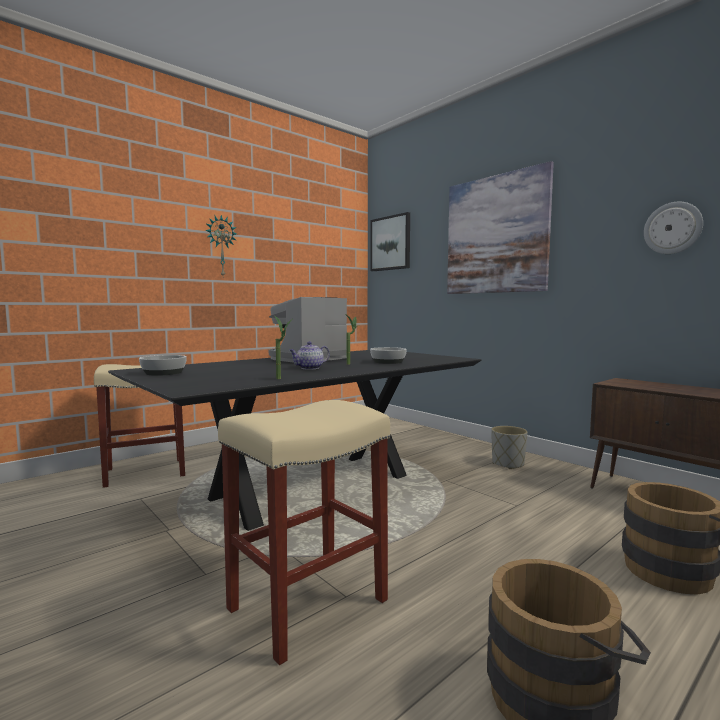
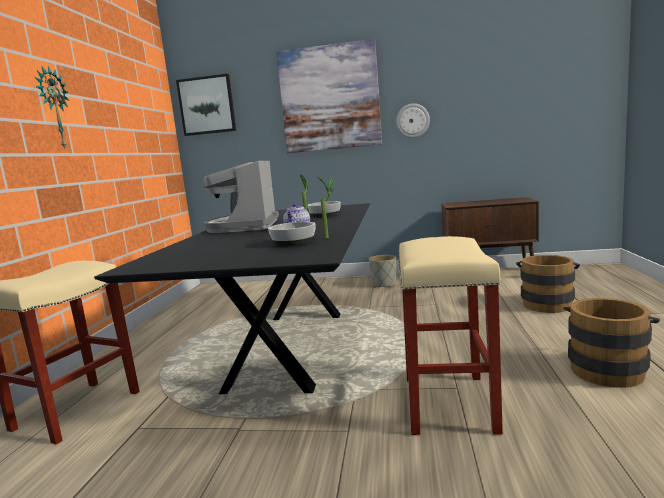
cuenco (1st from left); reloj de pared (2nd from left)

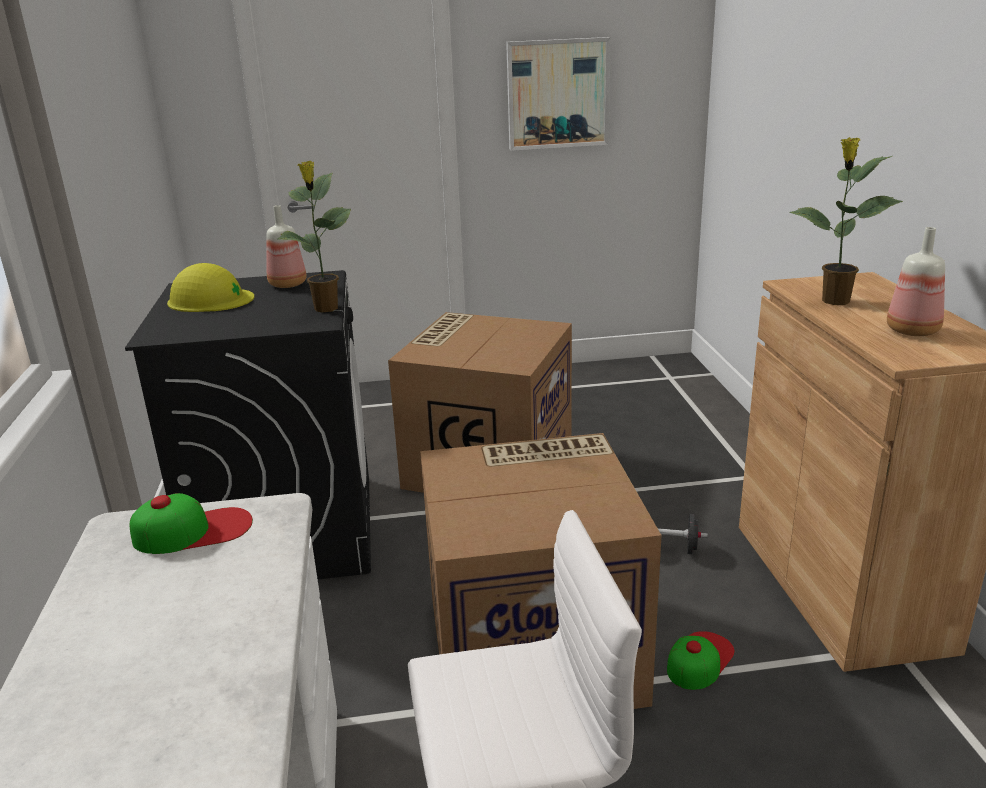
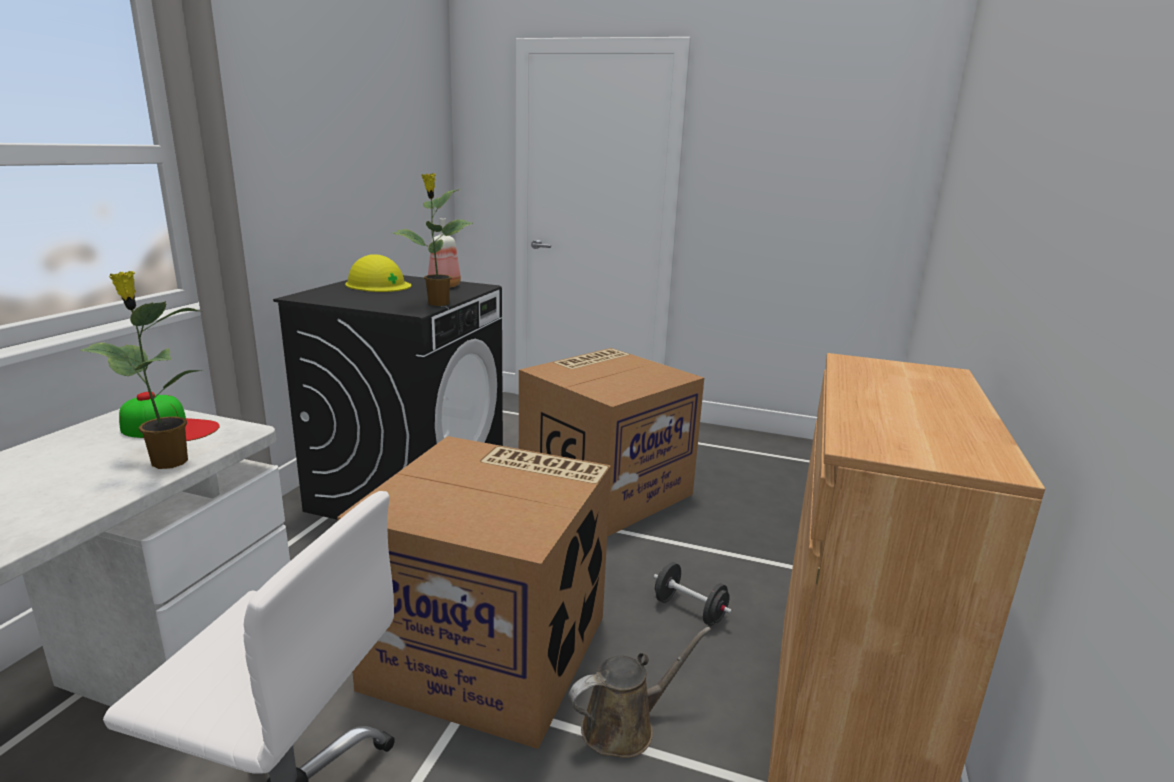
planta en maceta (1st from left); regadera [marrón]; cuadro; botella (2nd from left in the first image)

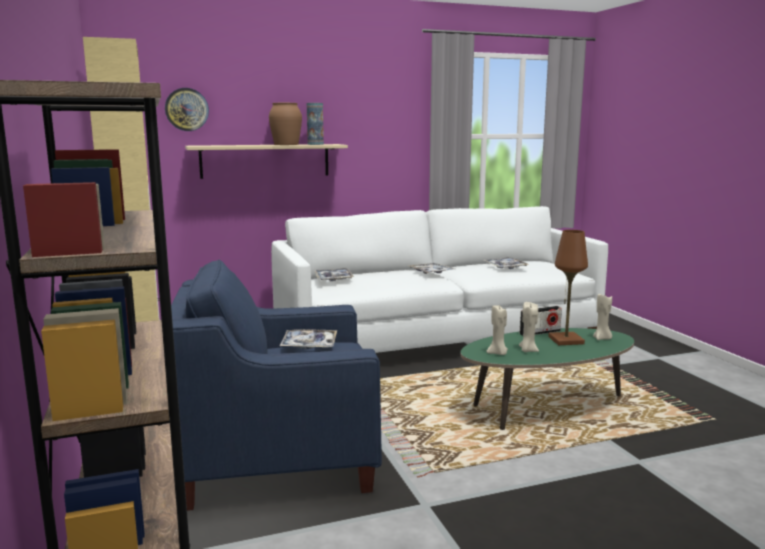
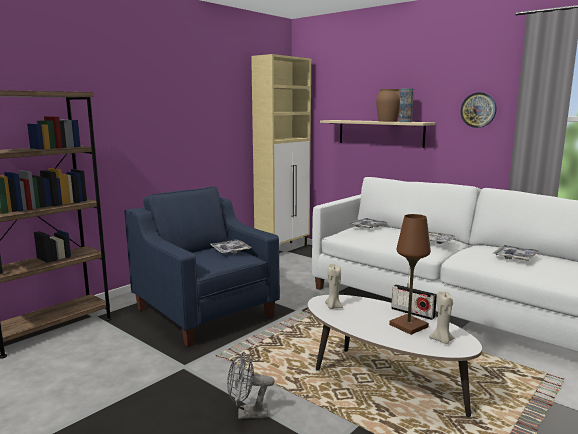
ventilador [gris]; mesa de centro [blanco]; reloj de pared; vela [beis] (2nd from left in the first image)

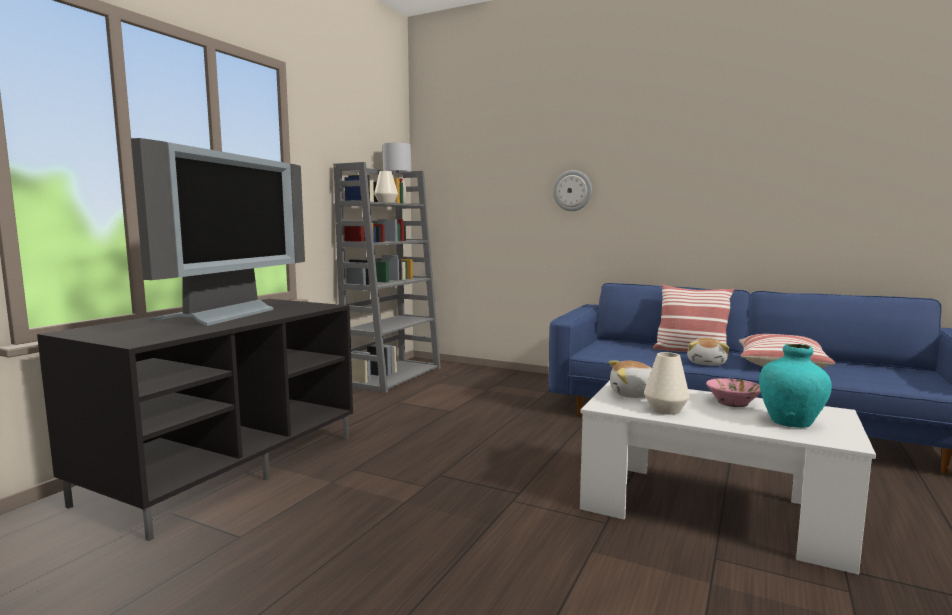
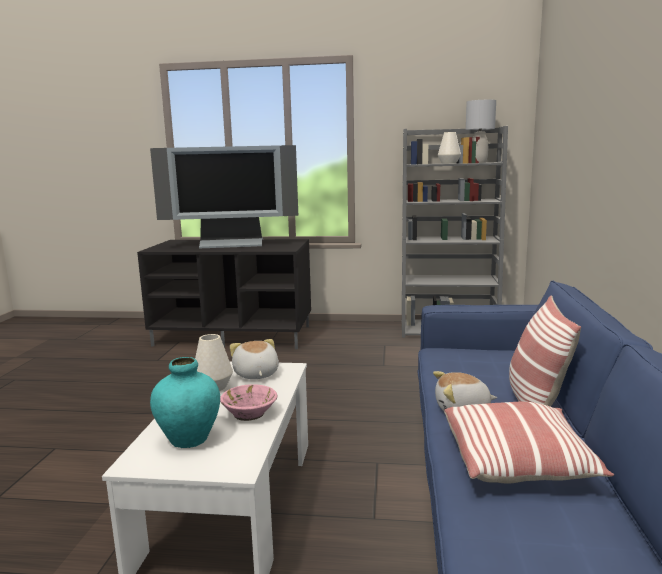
reloj de pared

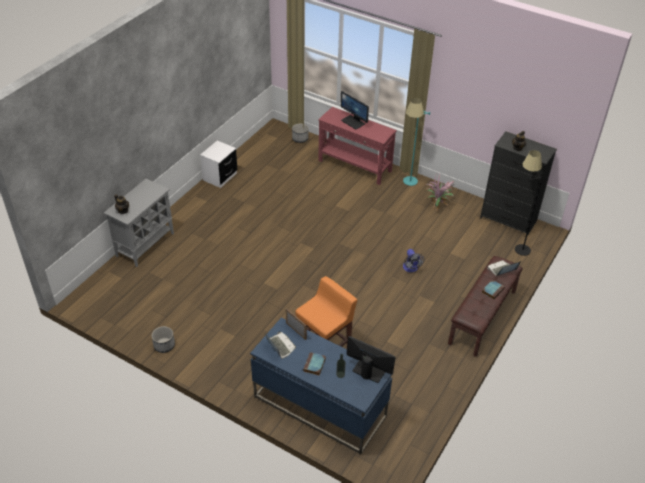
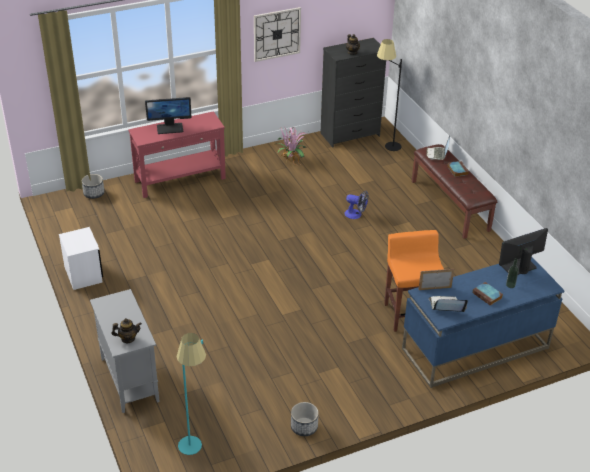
lámpara de pie [turquesa]; reloj de pared

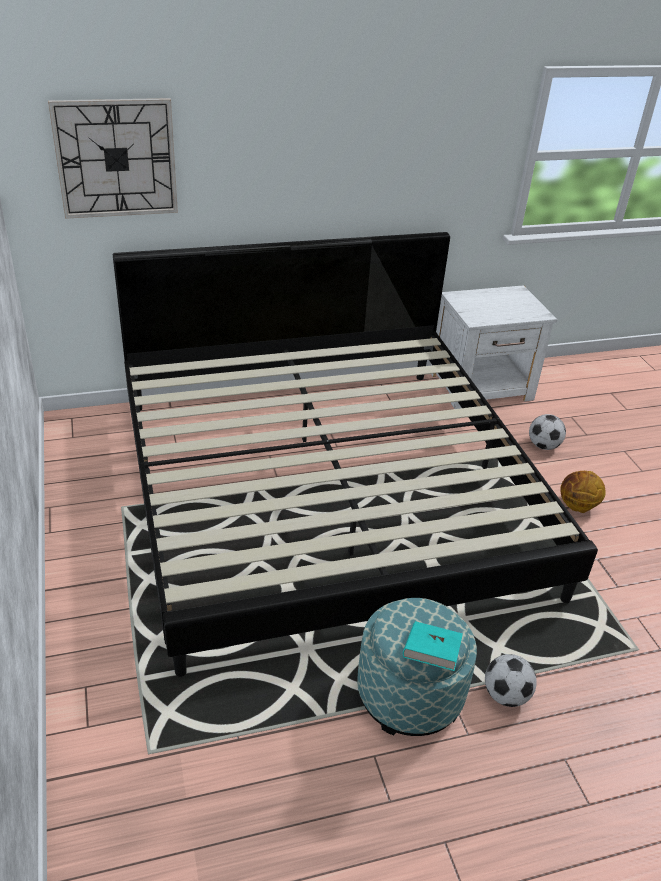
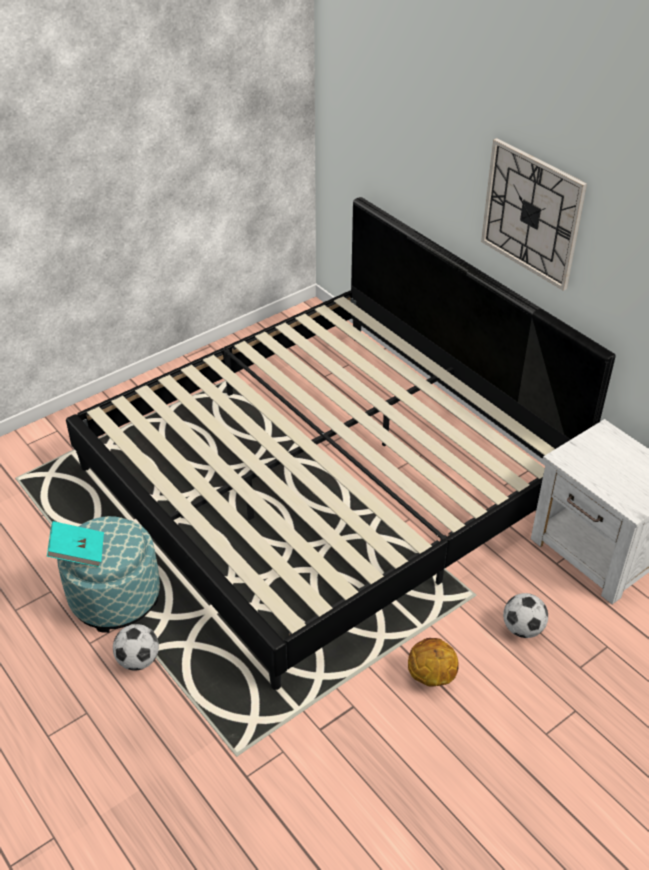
reloj de pared

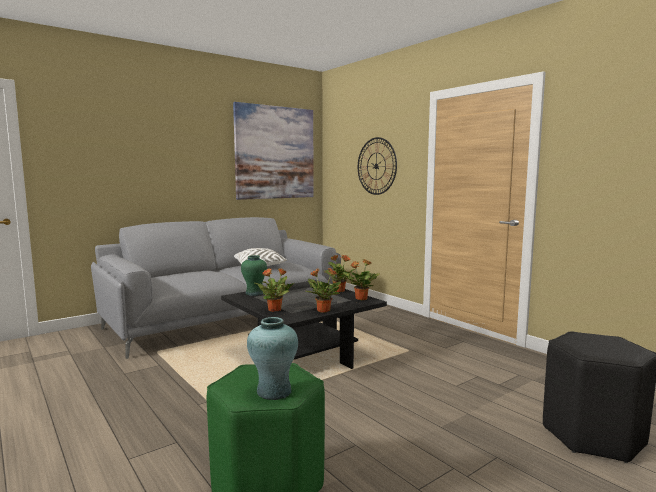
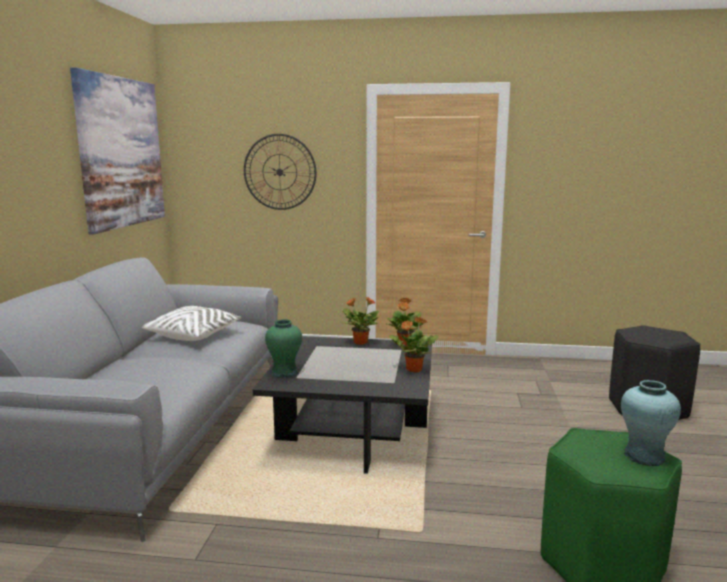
planta en maceta (1st from left in the first image)

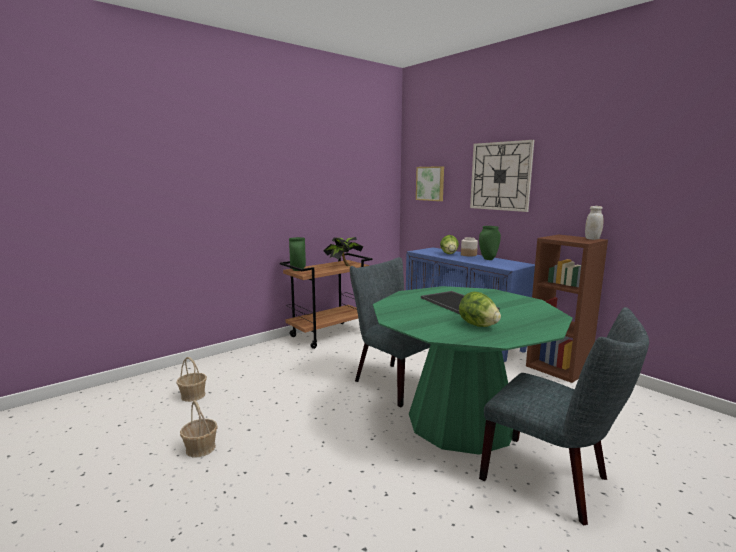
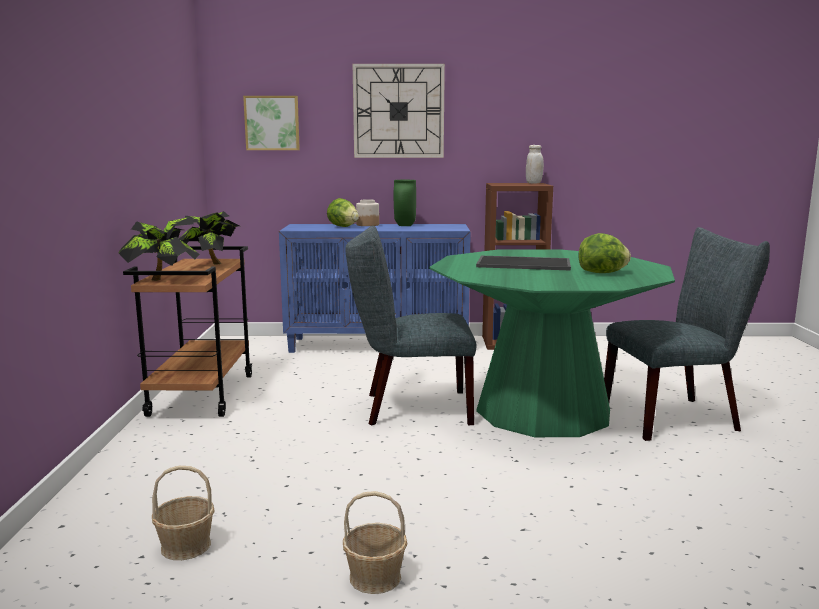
planta en maceta (1st from left)

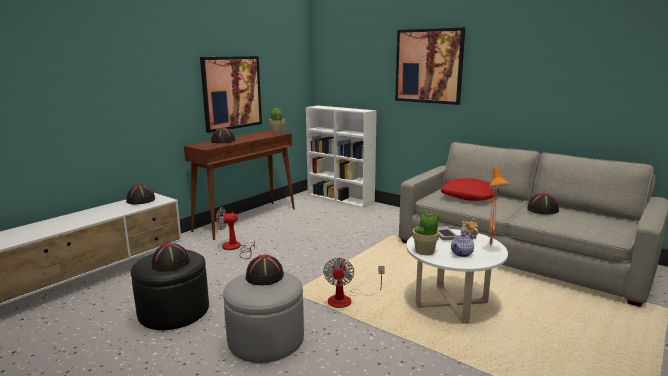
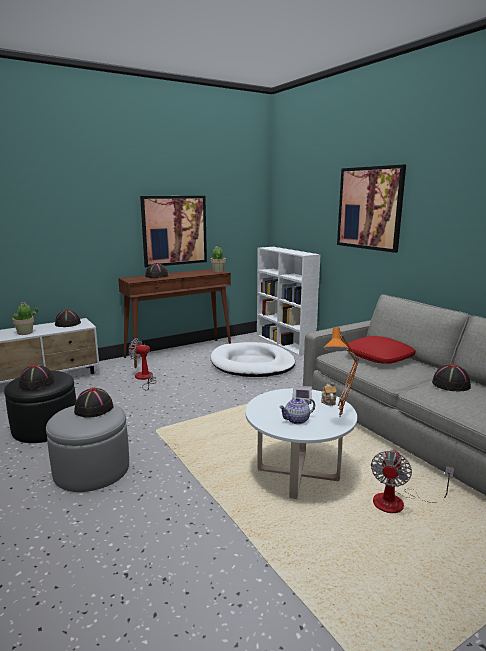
planta en maceta (1st from left); cama para perro [blanco]; ventilador (2nd from left)

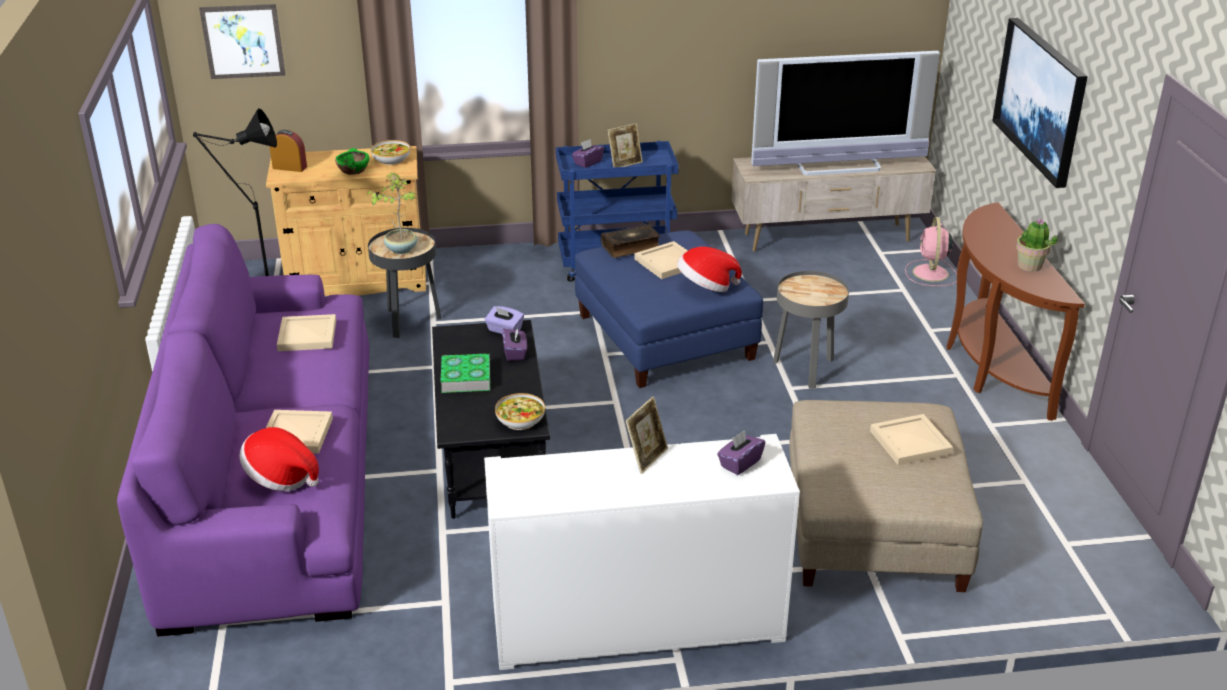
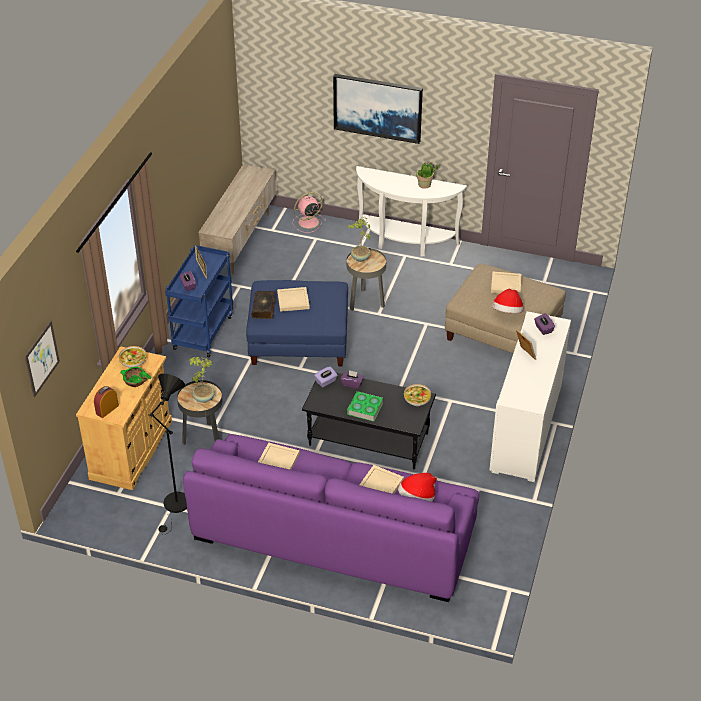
ventilador [rosa]; planta en maceta (2nd from left); mesa consola [blanco]; sombrero (2nd from left); televisor

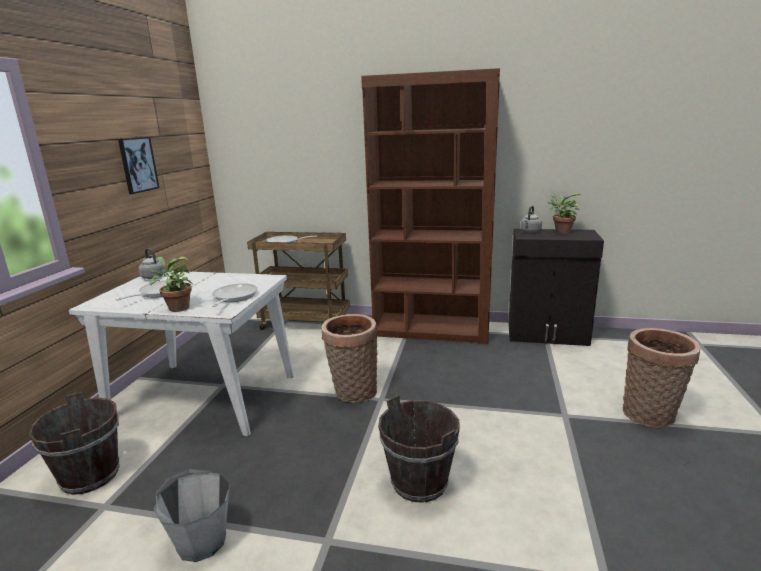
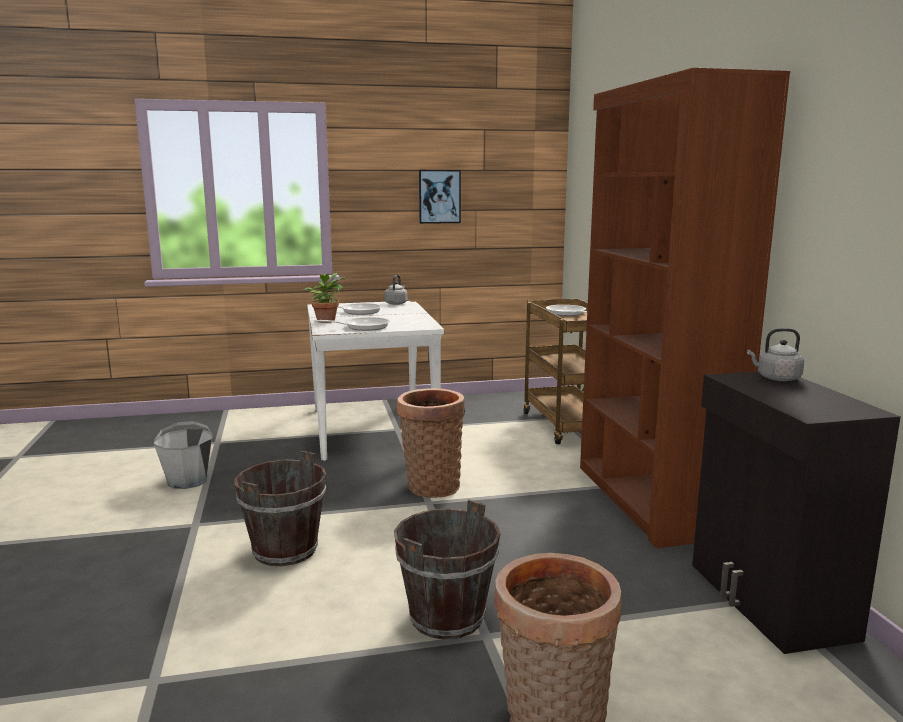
cubo [marrón] (2nd from left); planta en maceta (2nd from left in the first image)

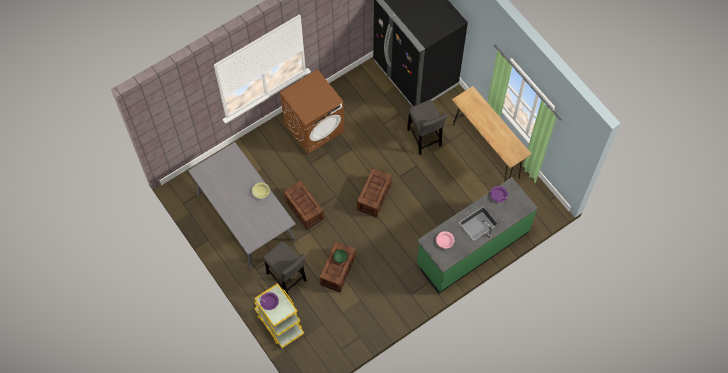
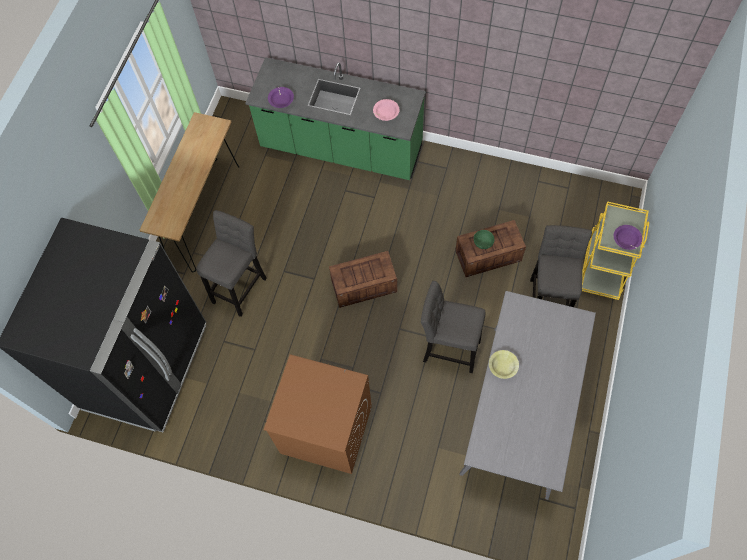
taburete [gris] (2nd from left)

